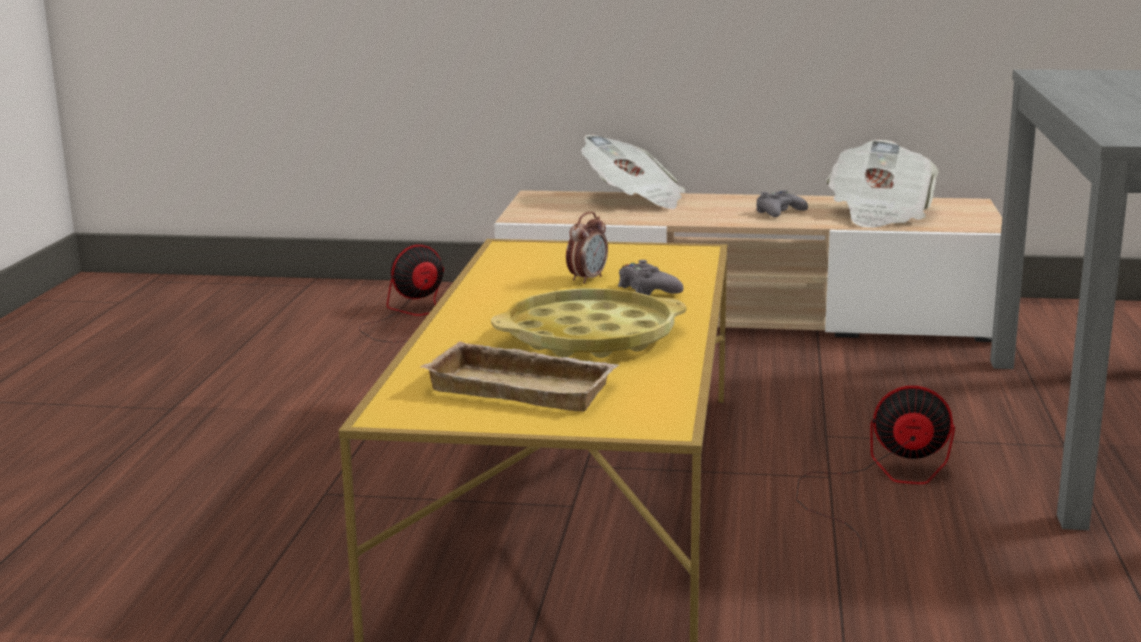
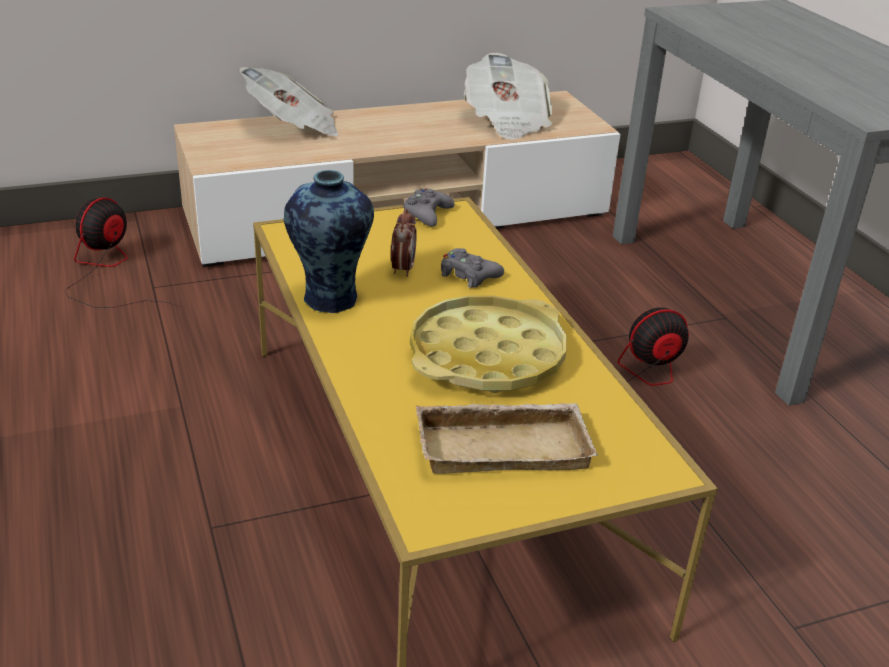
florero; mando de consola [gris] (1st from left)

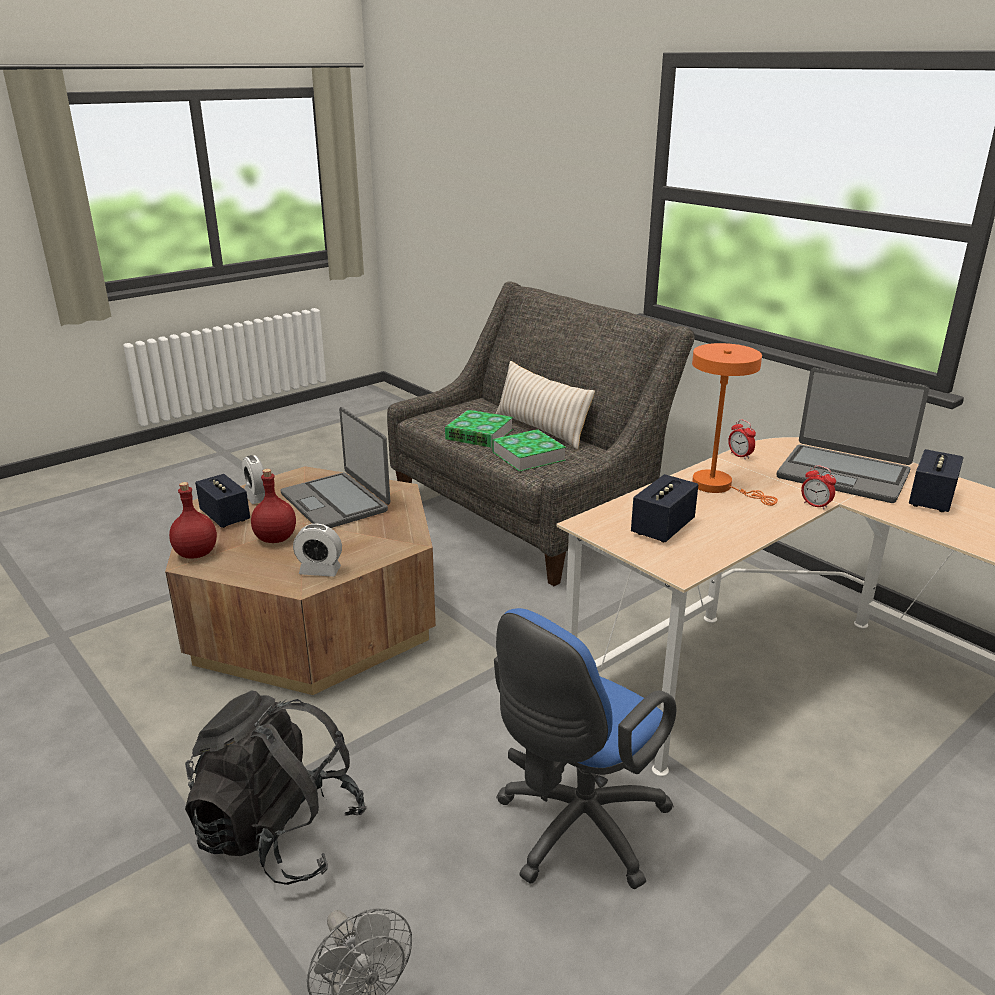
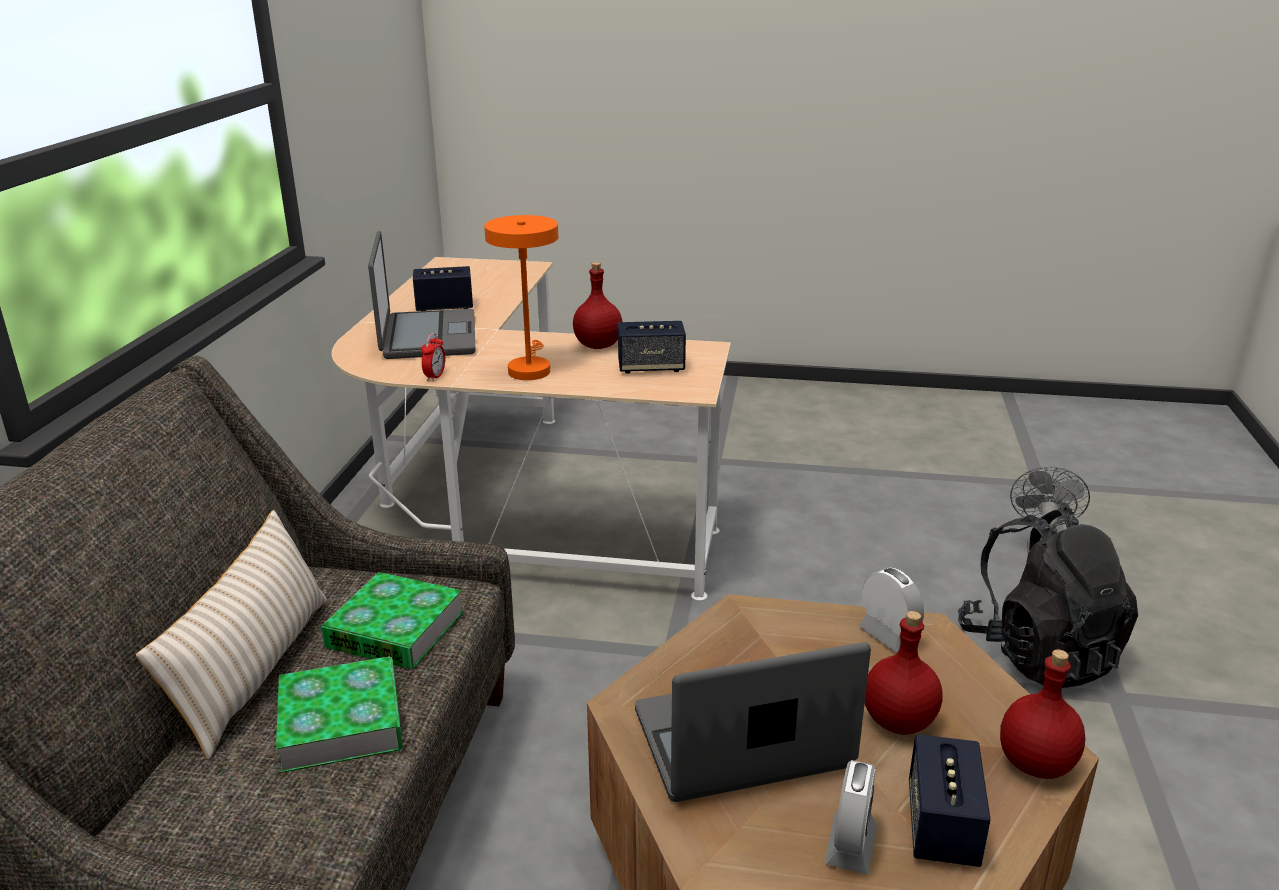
botella [rojo] (1st from left); portátil (2nd from left); silla de oficina [azul]; despertador (4th from left in the first image)

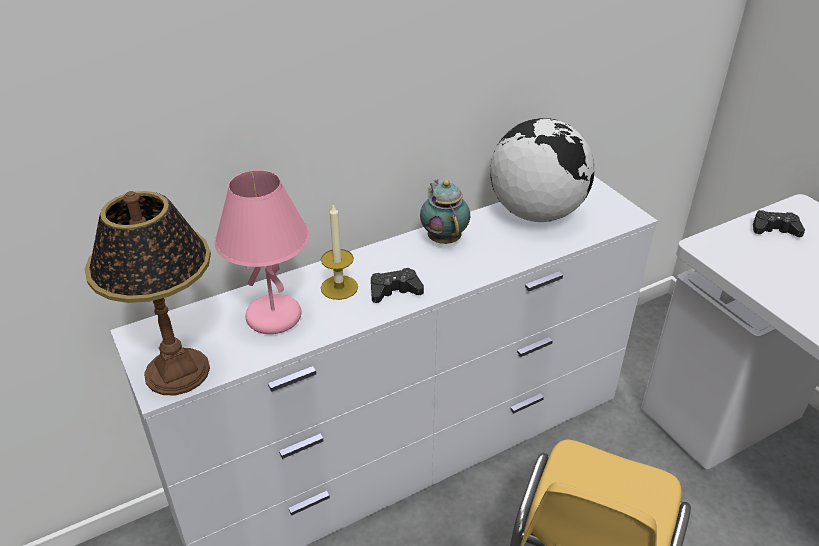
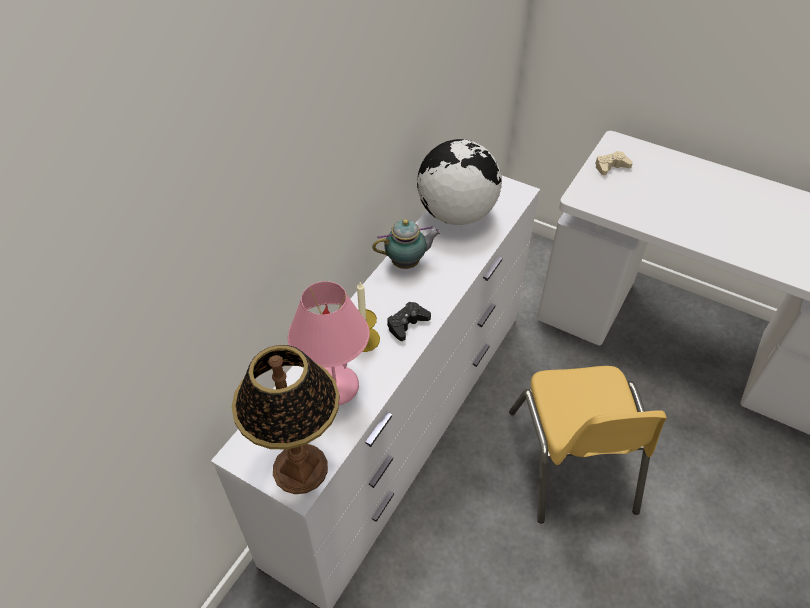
tetera; mando de consola [beis]

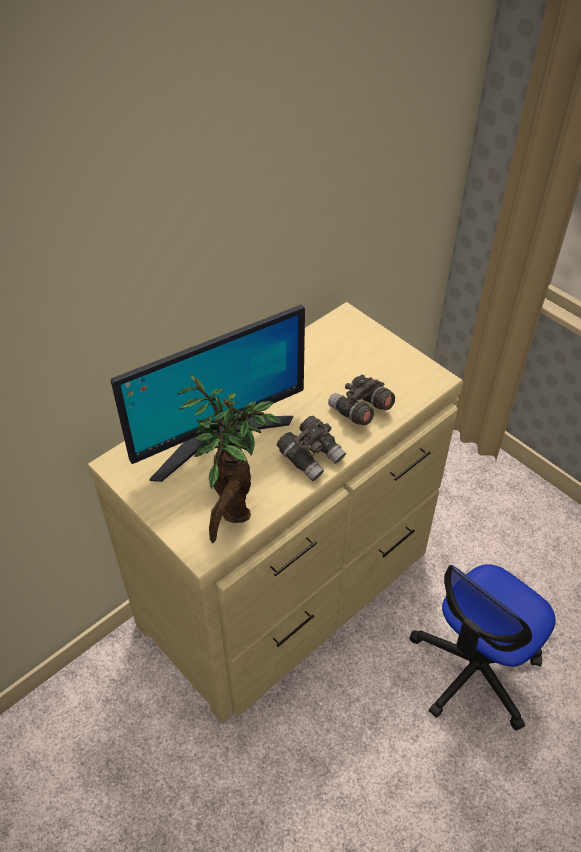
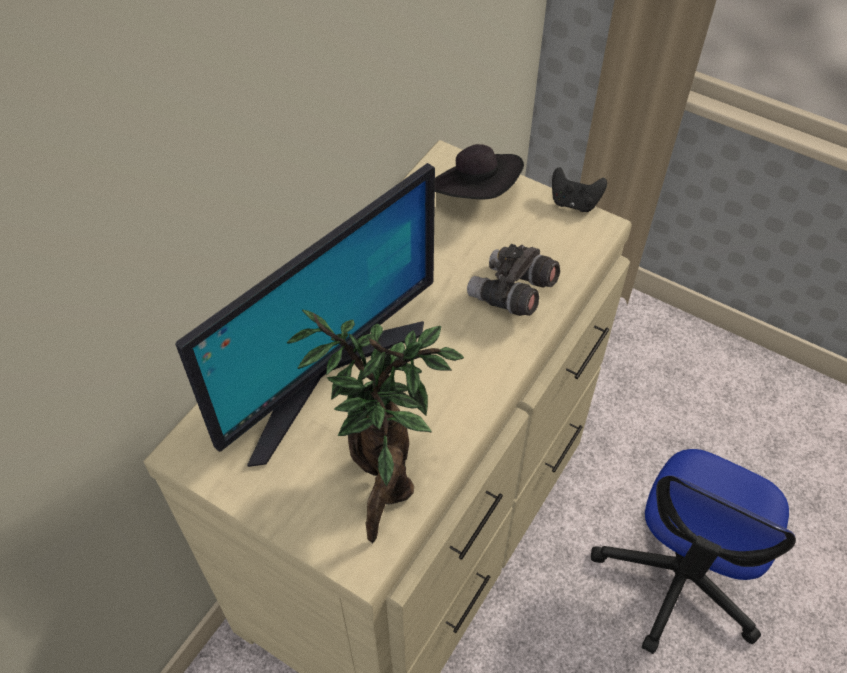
sombrero [negro]; mando de consola [negro]; prismáticos [gris] (1st from left in the first image)

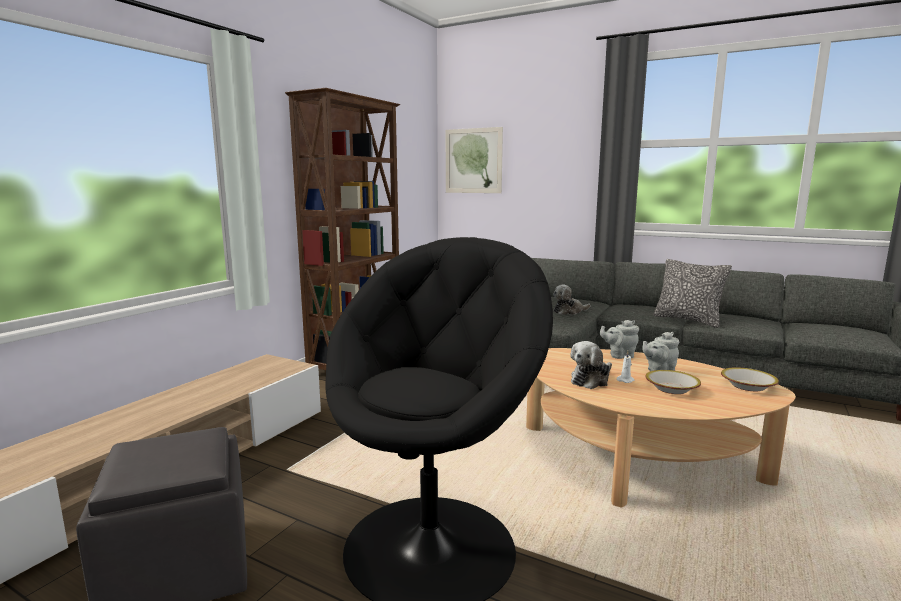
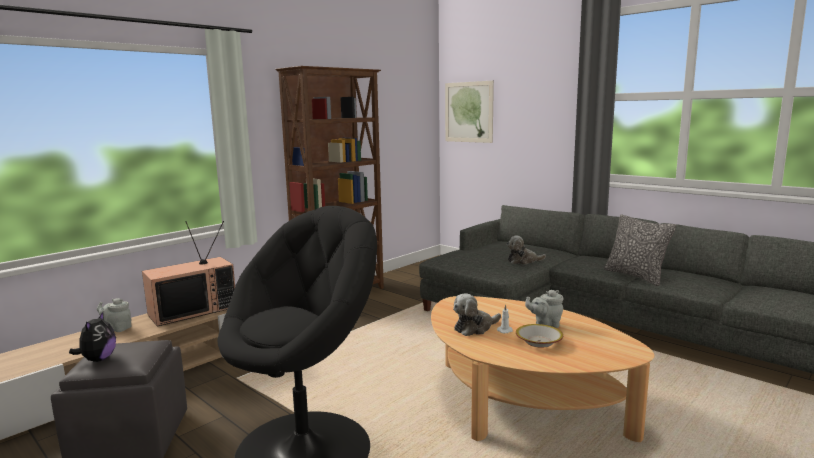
peluche (1st from left); tetera [gris] (1st from left); televisor; cuenco (2nd from left in the first image)

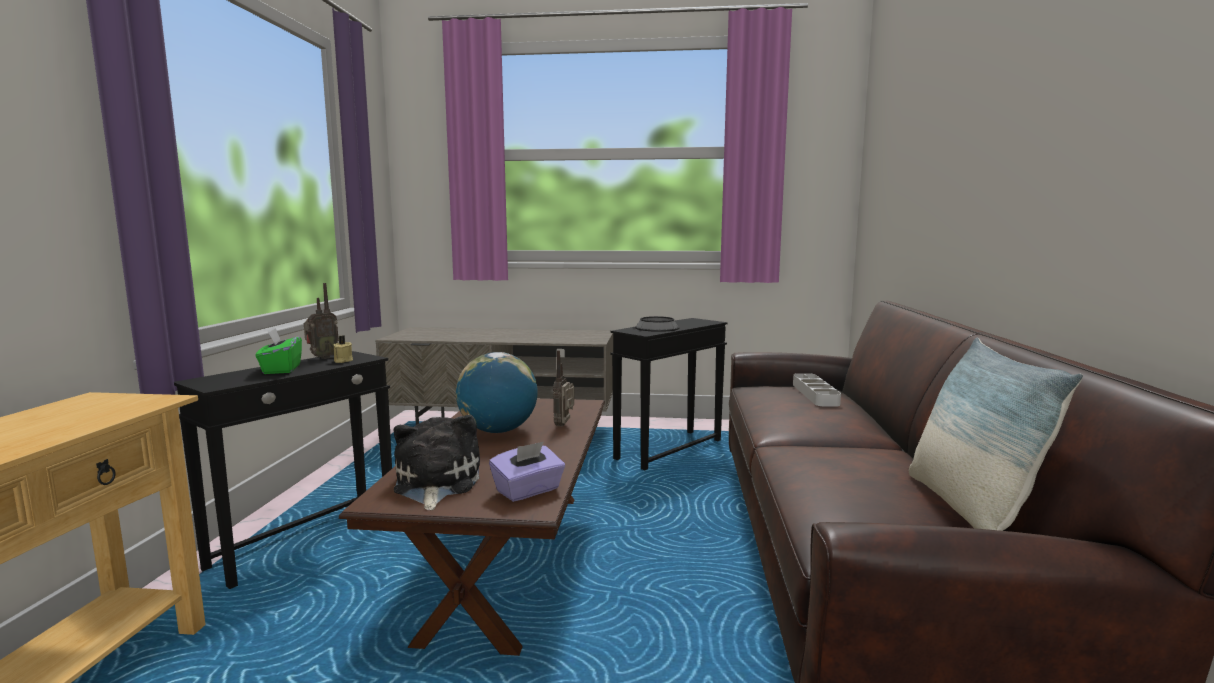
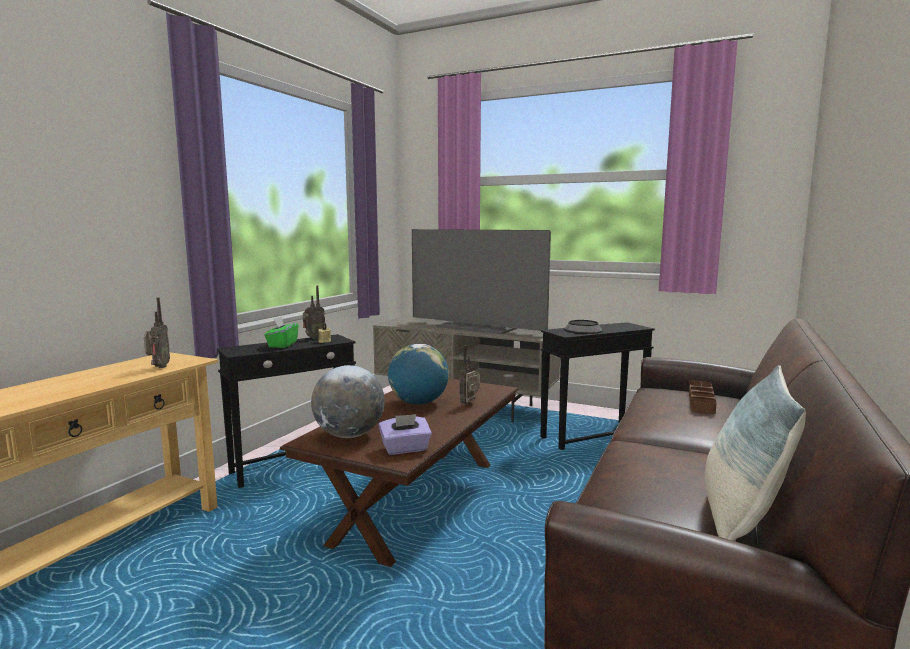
radio (1st from left); globo terráqueo (1st from left); televisor; bandeja [marrón]

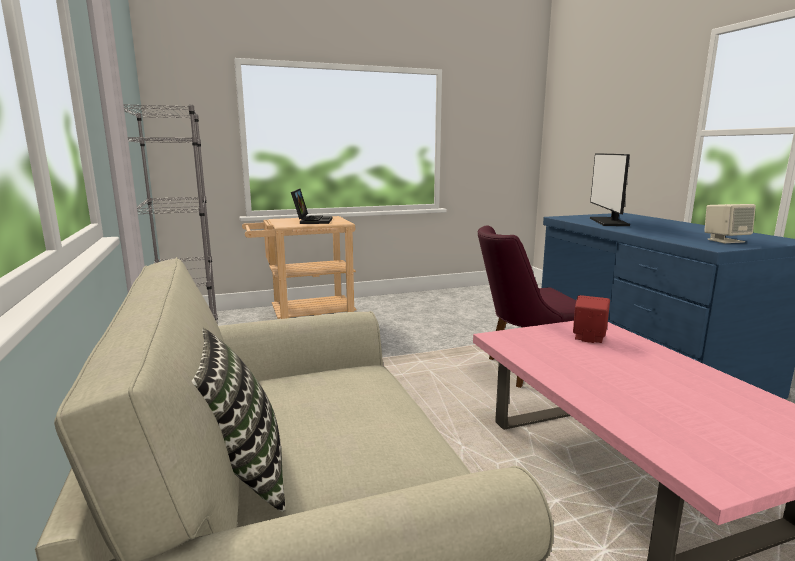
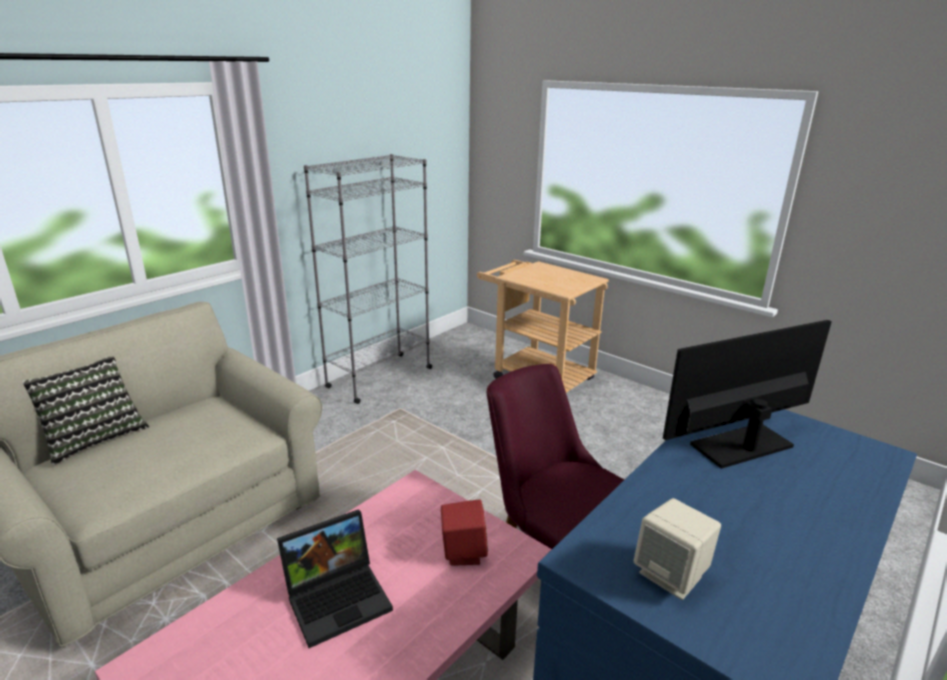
portátil

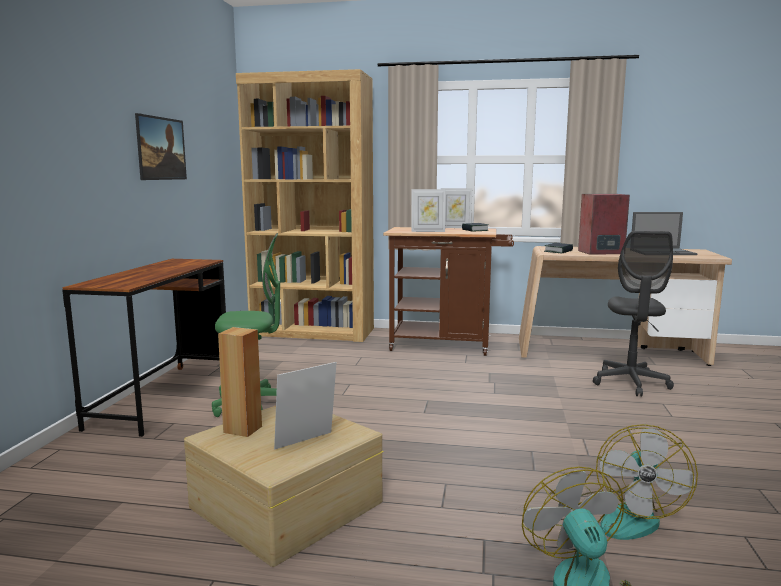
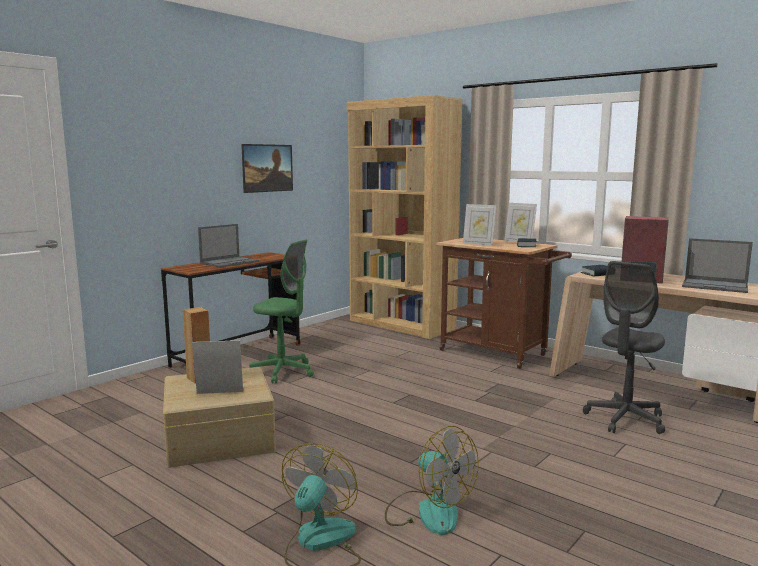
portátil (1st from left); ventilador (2nd from left)

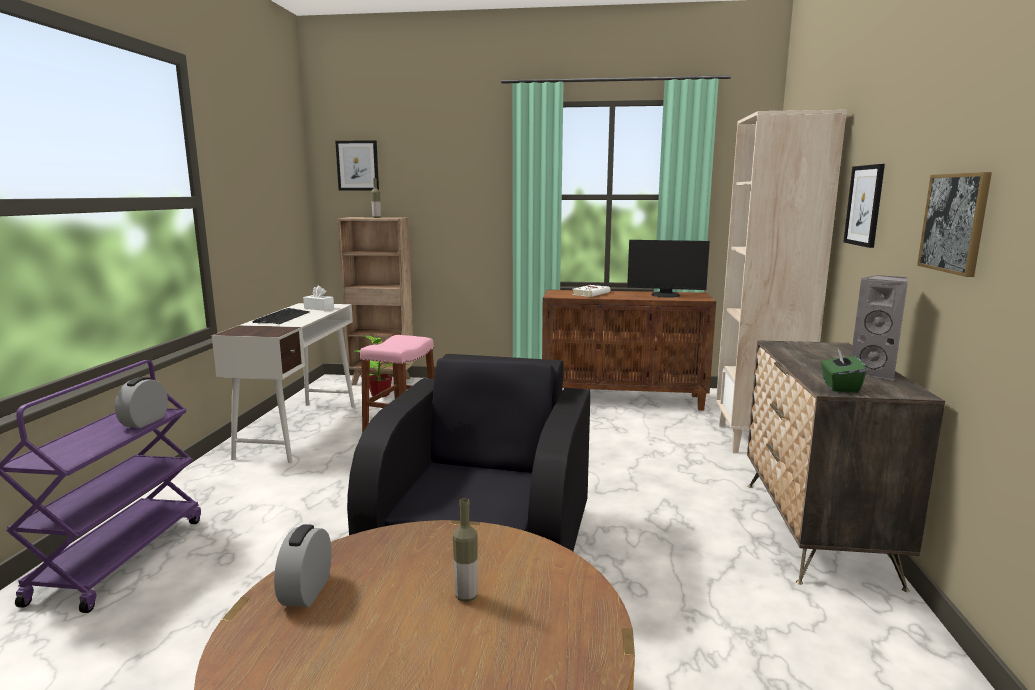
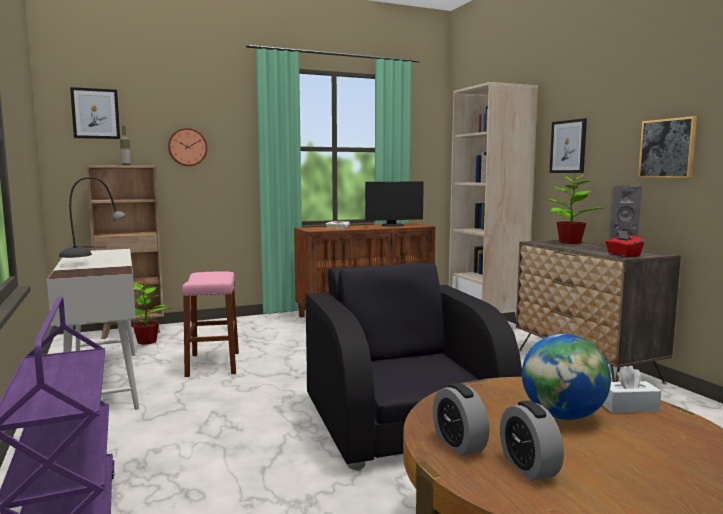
lámpara de mesa [gris]; reloj de pared; despertador (2nd from left); globo terráqueo; planta en maceta (2nd from left); caja de pañuelos [blanco]; caja de pañuelos [rojo]

